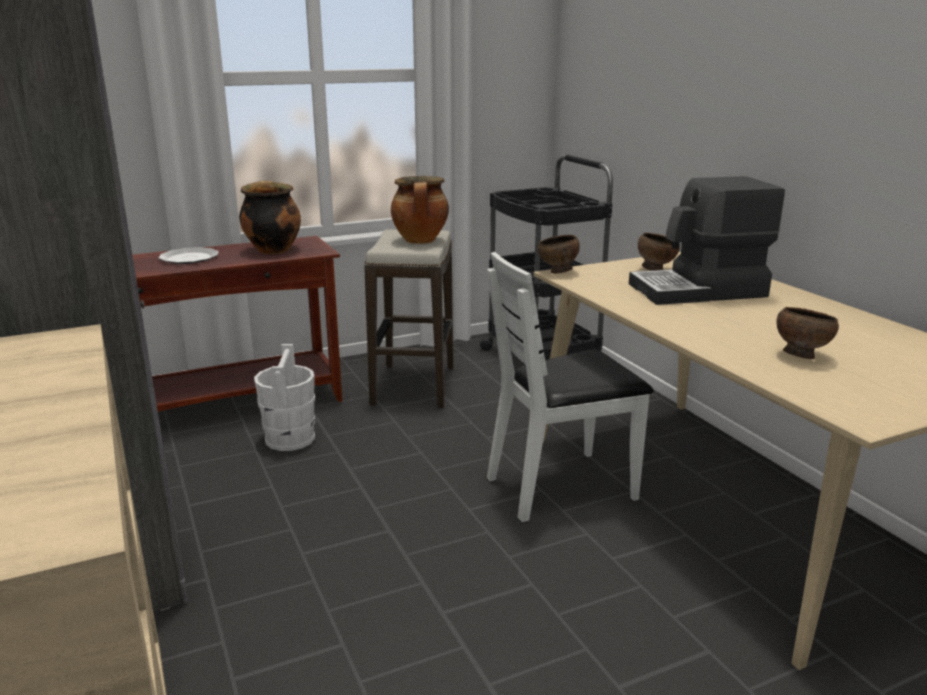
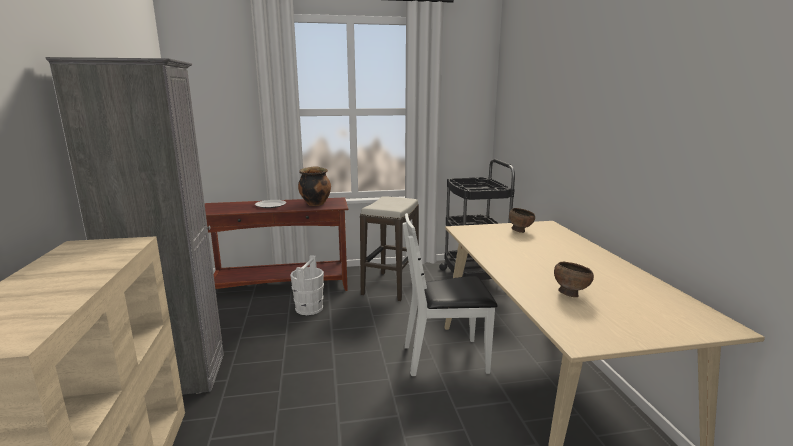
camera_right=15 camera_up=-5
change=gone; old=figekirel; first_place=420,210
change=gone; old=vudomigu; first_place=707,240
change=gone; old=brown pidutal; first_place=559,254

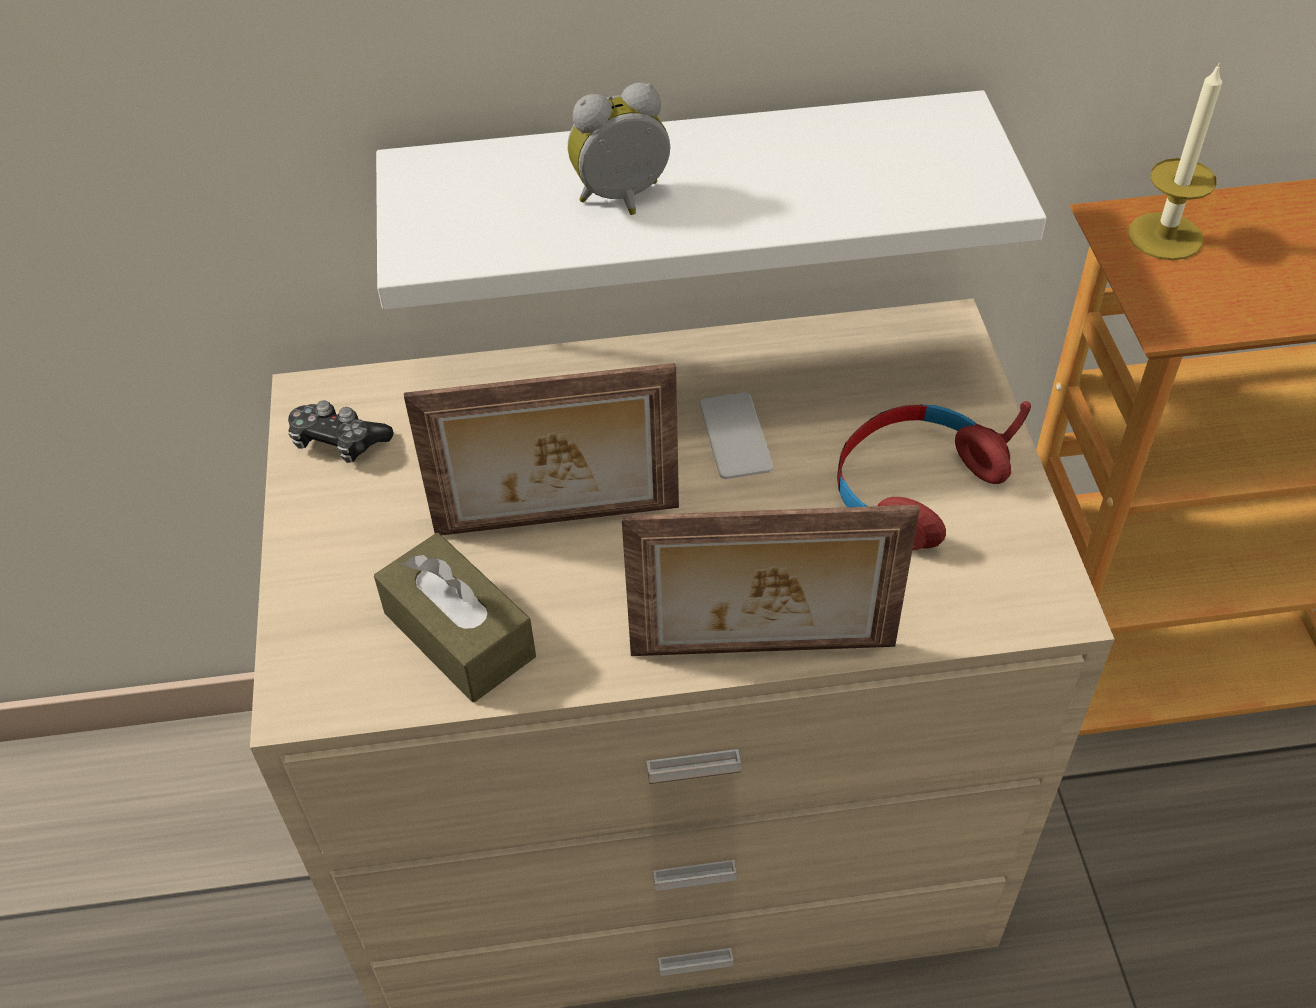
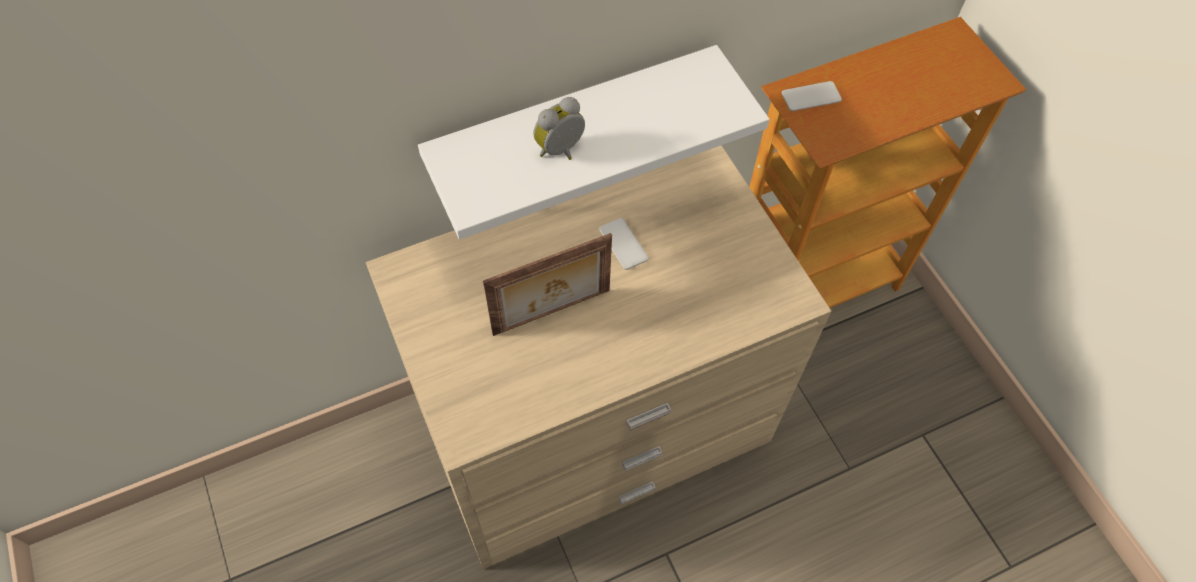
camera_right=-20 camera_up=10
change=swapped; old=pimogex; new=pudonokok; first_place=1175,161; second_place=812,96
change=gone; old=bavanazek; first_place=341,431
change=gone; old=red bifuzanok; first_place=934,475
change=gone; old=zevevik; first_place=770,580
change=gone; old=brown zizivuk; first_place=455,617

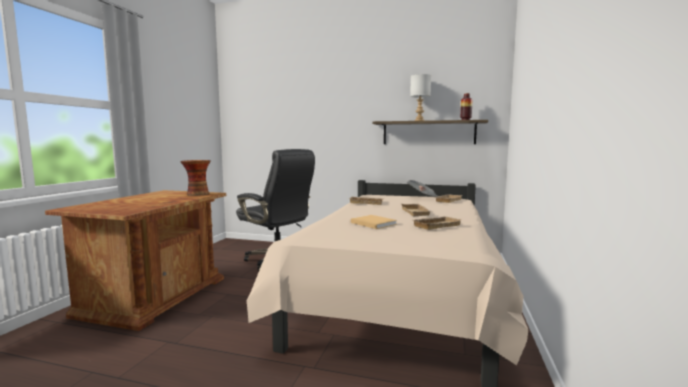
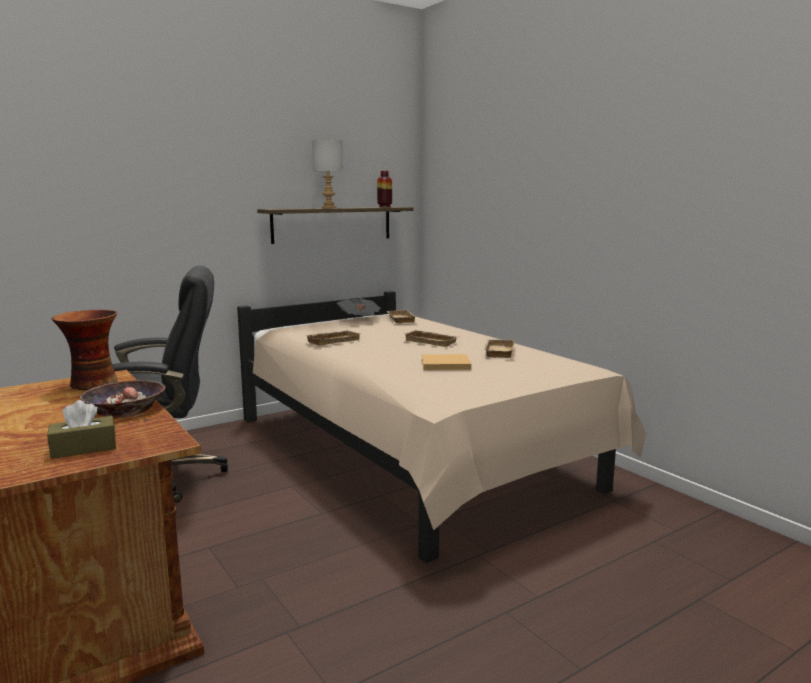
camera_right=-50 camera_up=5
change=new; new=pidutal; second_place=123,399
change=new; new=brown zizivuk; second_place=81,429

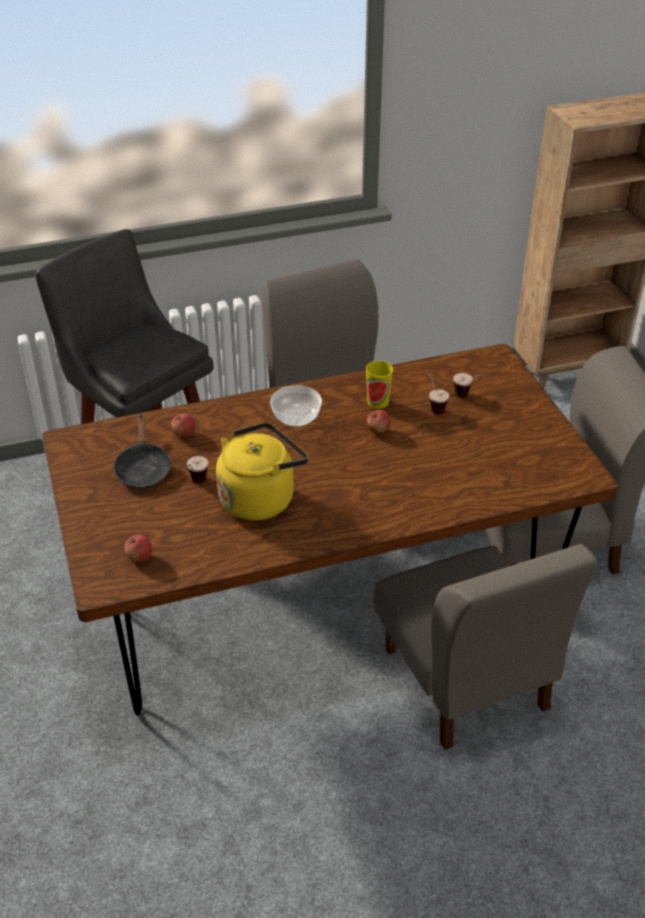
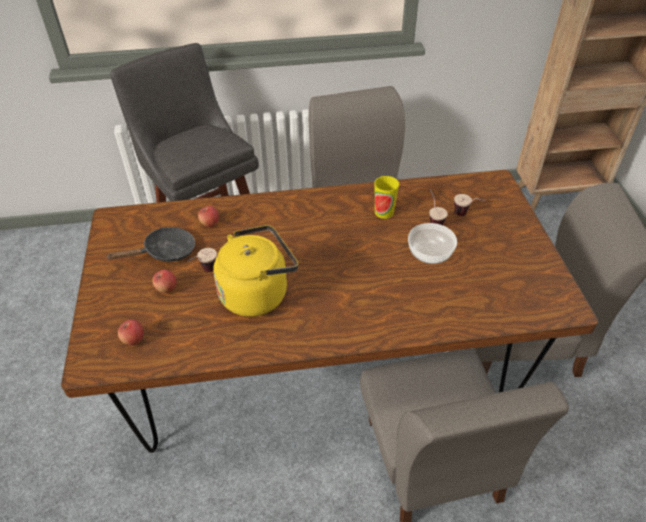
camera_right=10 camera_up=5
change=shifted; old=pidutal; first_place=296,406; second_place=432,243
change=shifted; old=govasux; first_place=379,422; second_place=165,281
change=rotated; old=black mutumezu; first_place=142,451; second_place=150,244; degrees=-120

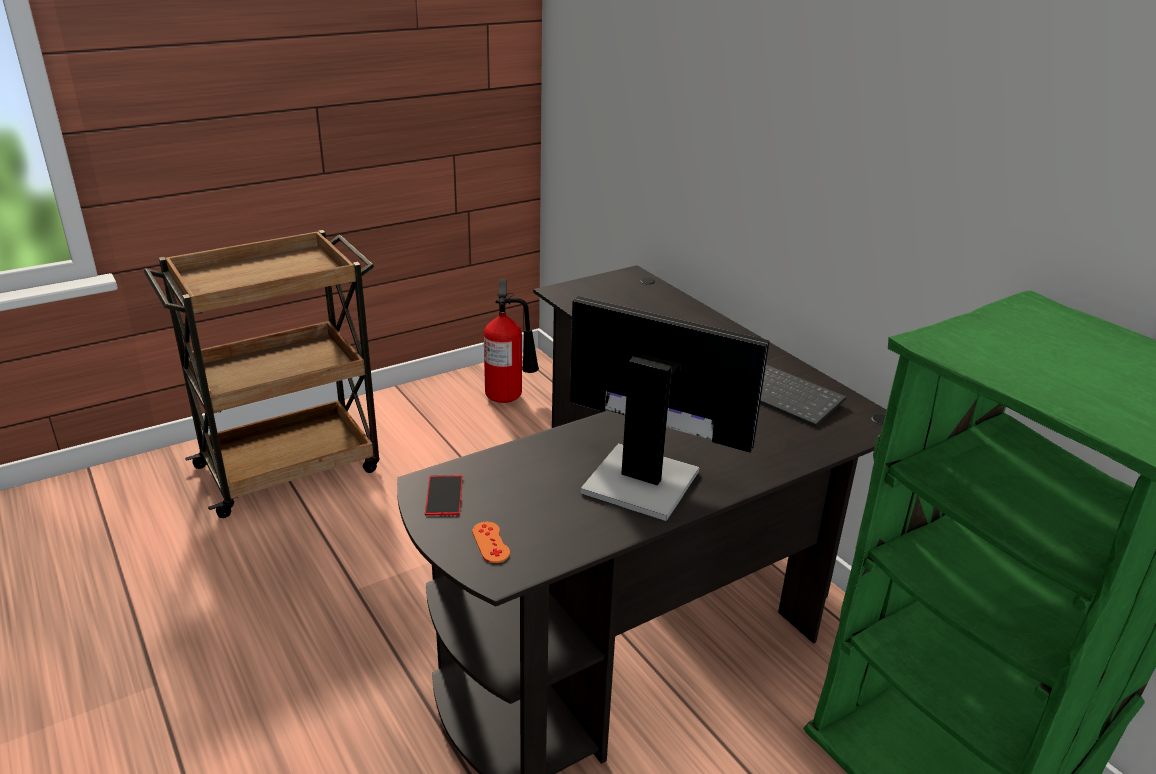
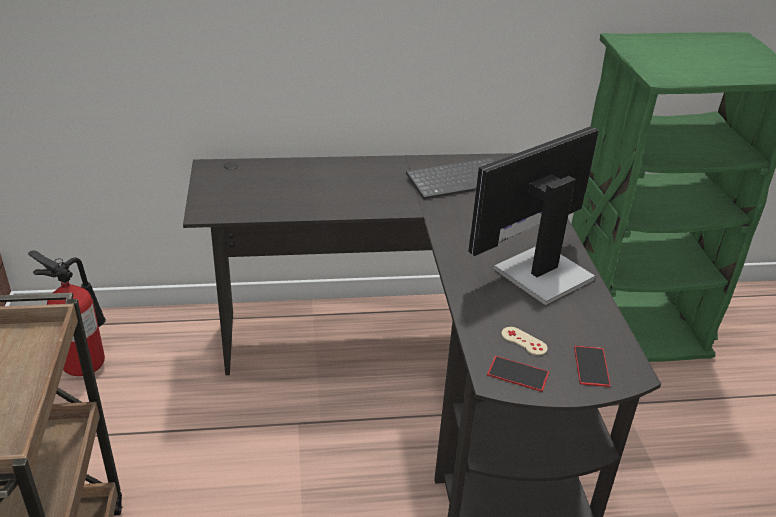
camera_right=-65 camera_up=5
change=swapped; old=orange bavanazek; new=pudonokok; first_place=491,542; second_place=592,366
change=new; new=beige bavanazek; second_place=524,341

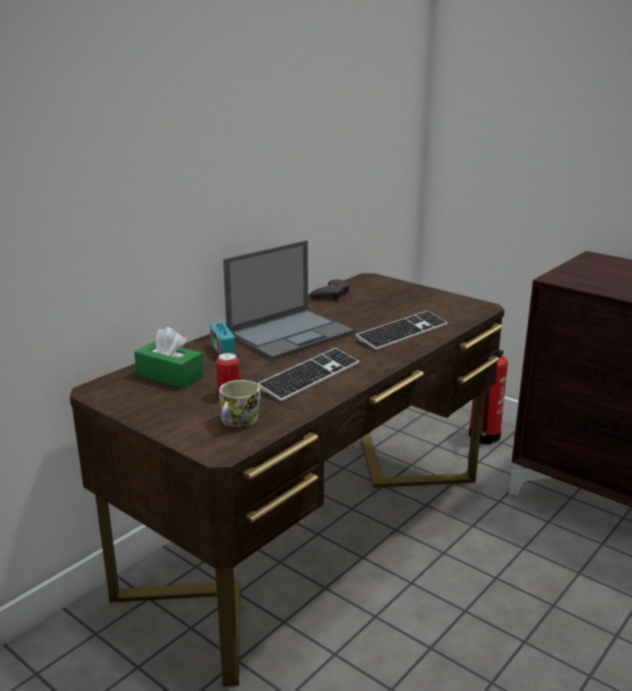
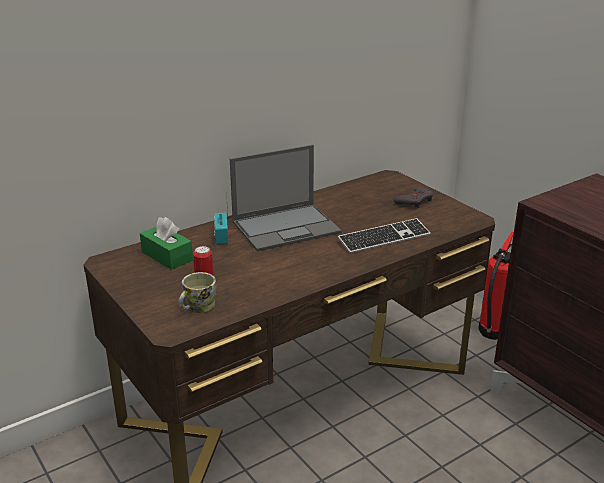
camera_right=15 camera_up=5
change=shifted; old=grey bavanazek; first_place=330,289; second_place=413,197
change=gone; old=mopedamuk; first_place=308,375

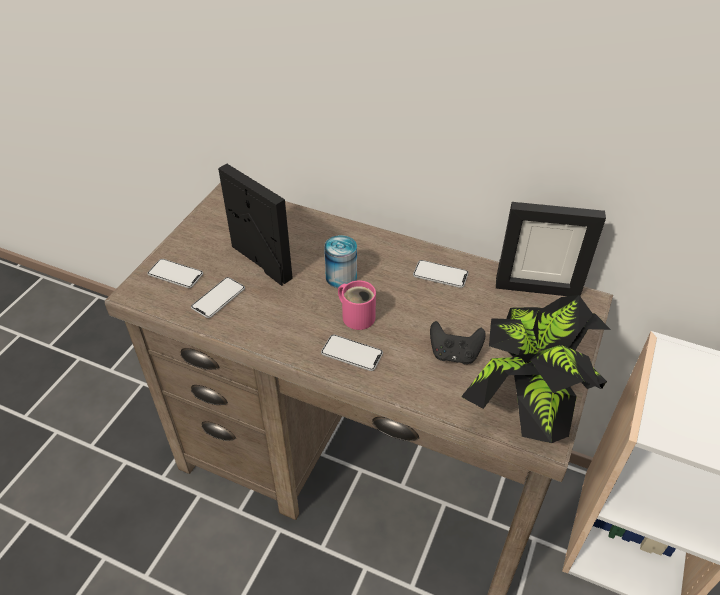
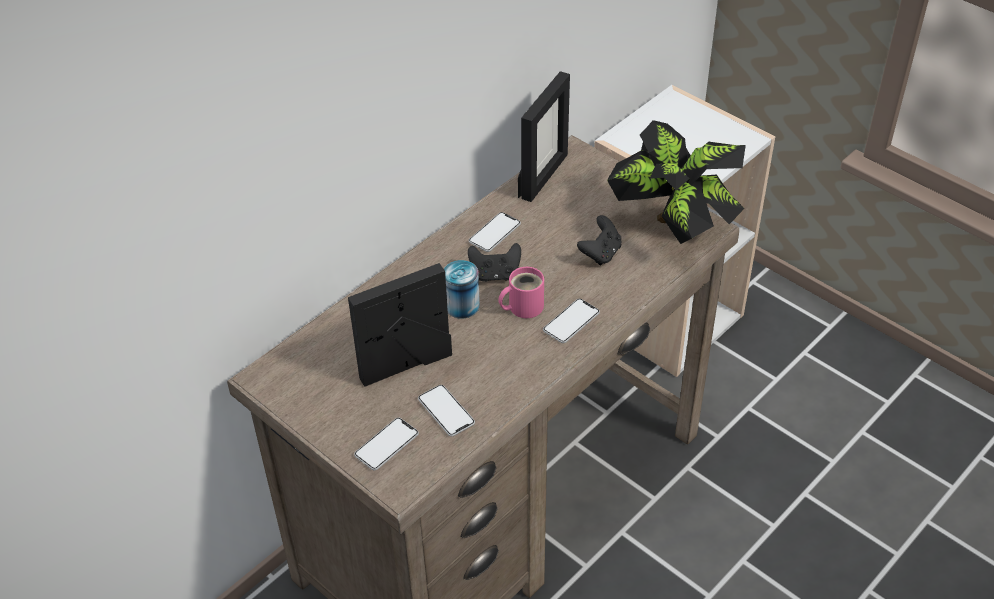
camera_right=-70 camera_up=0
change=new; new=black bavanazek; second_place=494,262

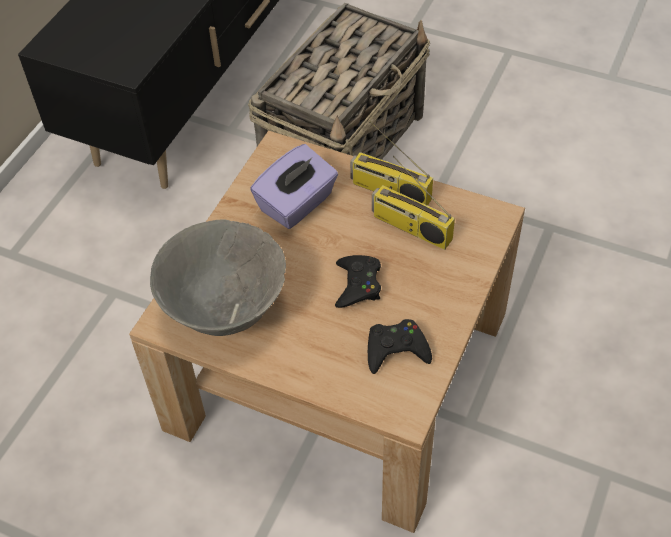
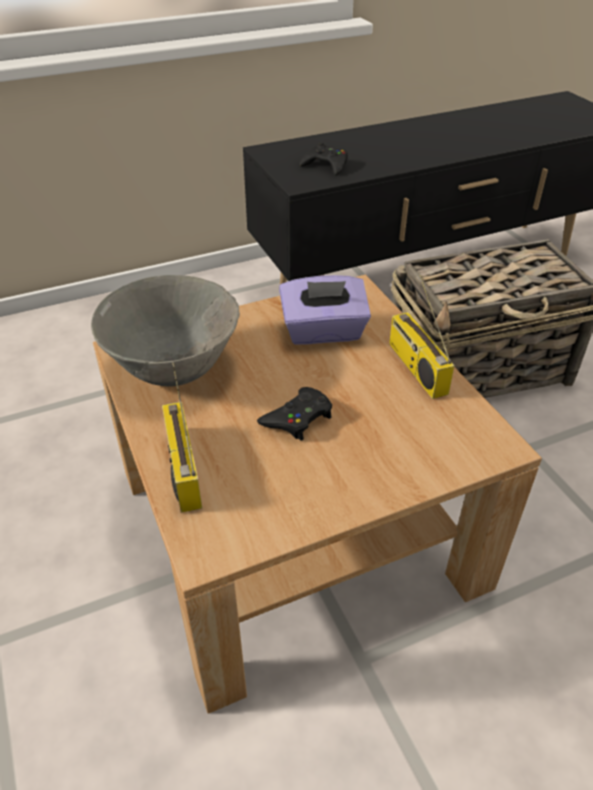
camera_right=40 camera_up=-10
change=shifted; old=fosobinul; first_place=413,203; second_place=182,438
change=shifted; old=black bavanazek; first_place=400,346; second_place=323,159

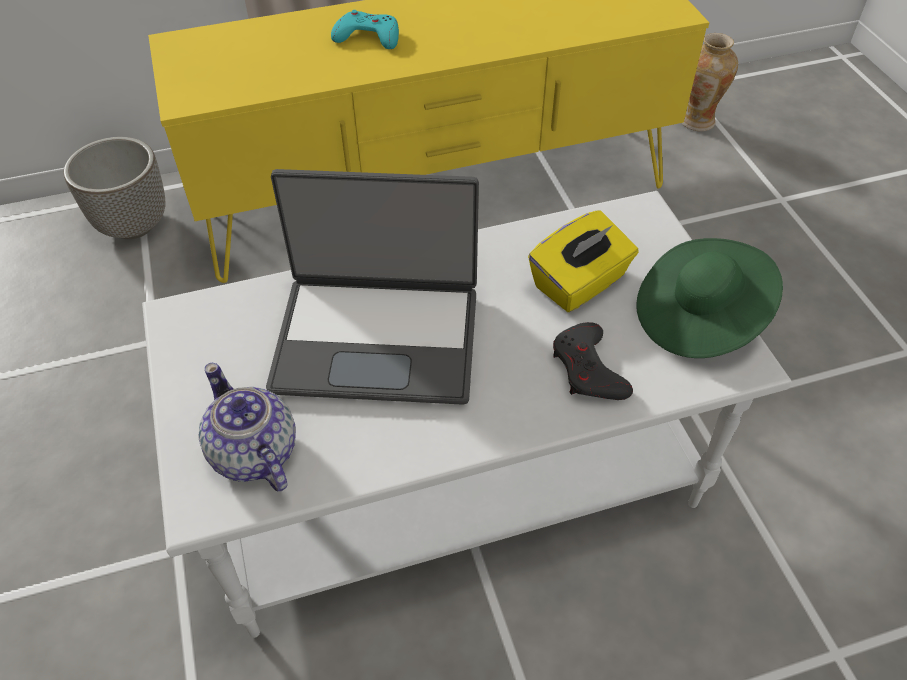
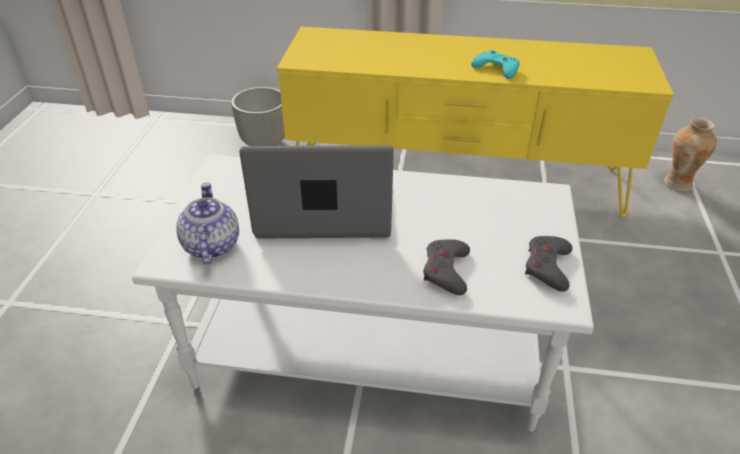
camera_right=25 camera_up=-10
change=shifted; old=turquoise bavanazek; first_place=365,29; second_place=495,64
change=rotated; old=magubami; first_place=372,287; second_place=316,192; degrees=150
change=gone; old=yellow zizivuk; first_place=583,261
change=swapped; old=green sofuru; new=grey bavanazek; first_place=709,298; second_place=549,264

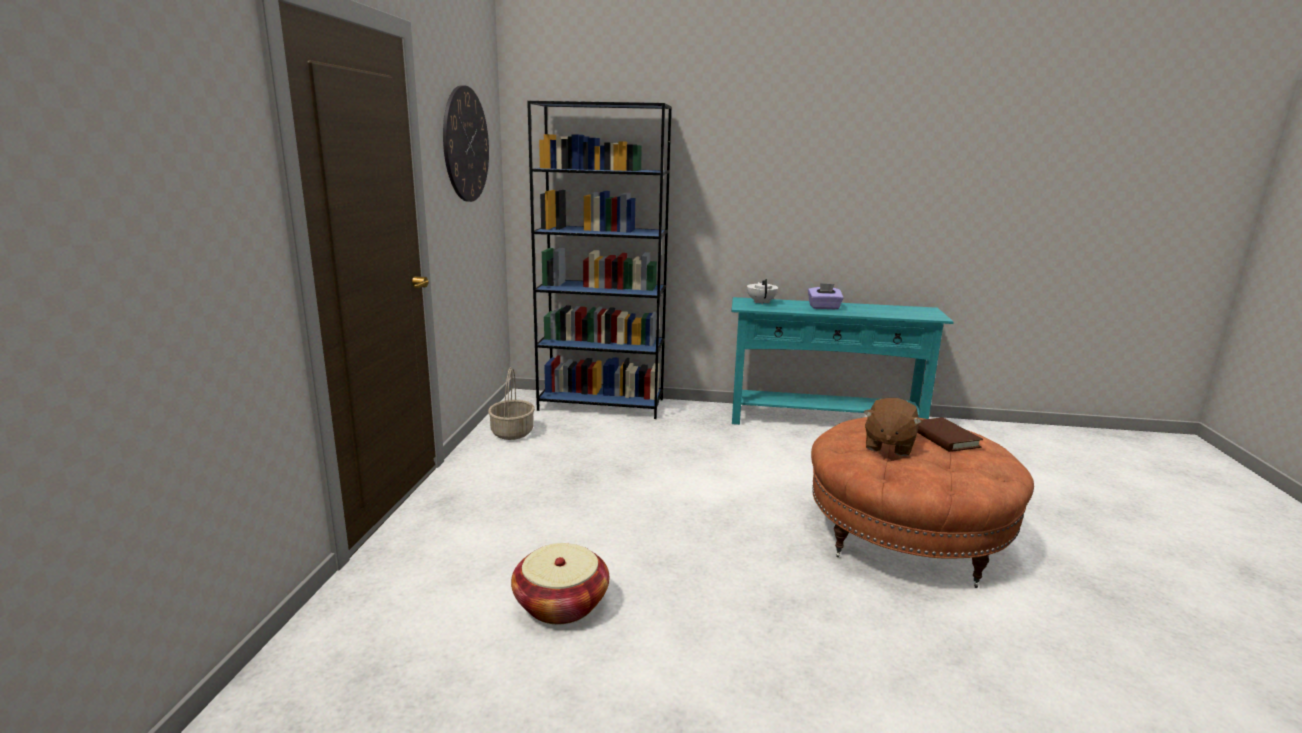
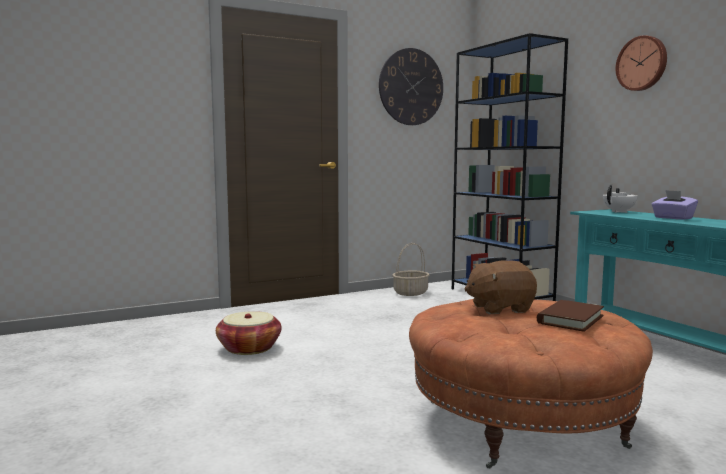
camera_right=55 camera_up=-10
change=new; new=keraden; second_place=641,63

